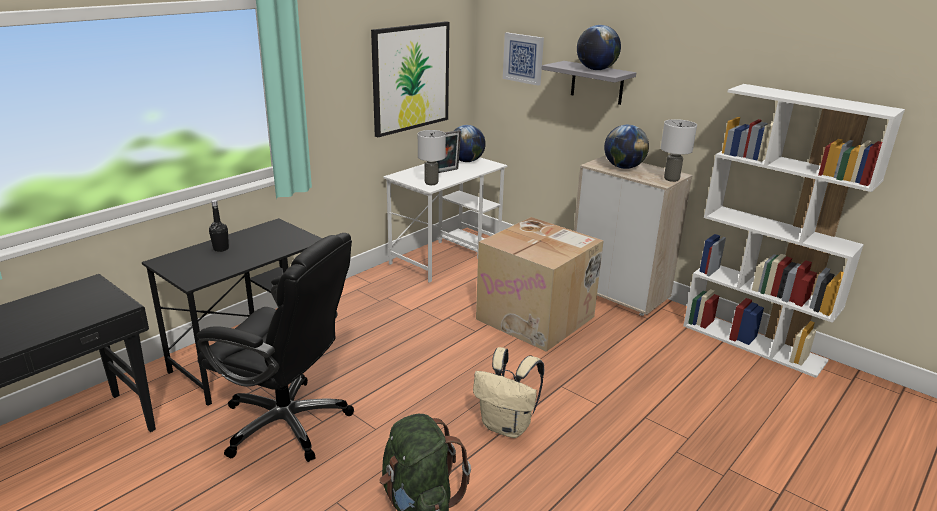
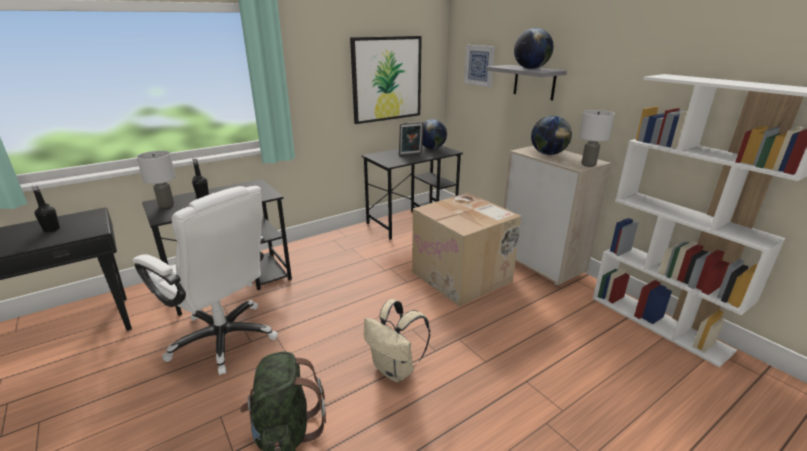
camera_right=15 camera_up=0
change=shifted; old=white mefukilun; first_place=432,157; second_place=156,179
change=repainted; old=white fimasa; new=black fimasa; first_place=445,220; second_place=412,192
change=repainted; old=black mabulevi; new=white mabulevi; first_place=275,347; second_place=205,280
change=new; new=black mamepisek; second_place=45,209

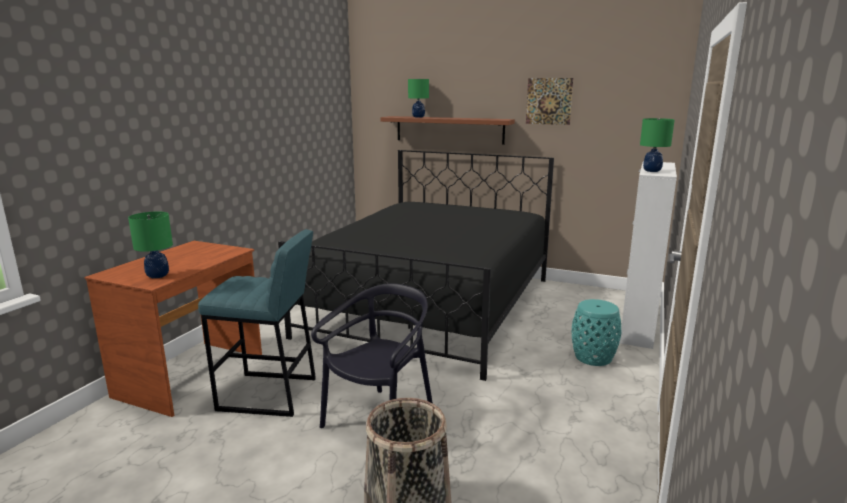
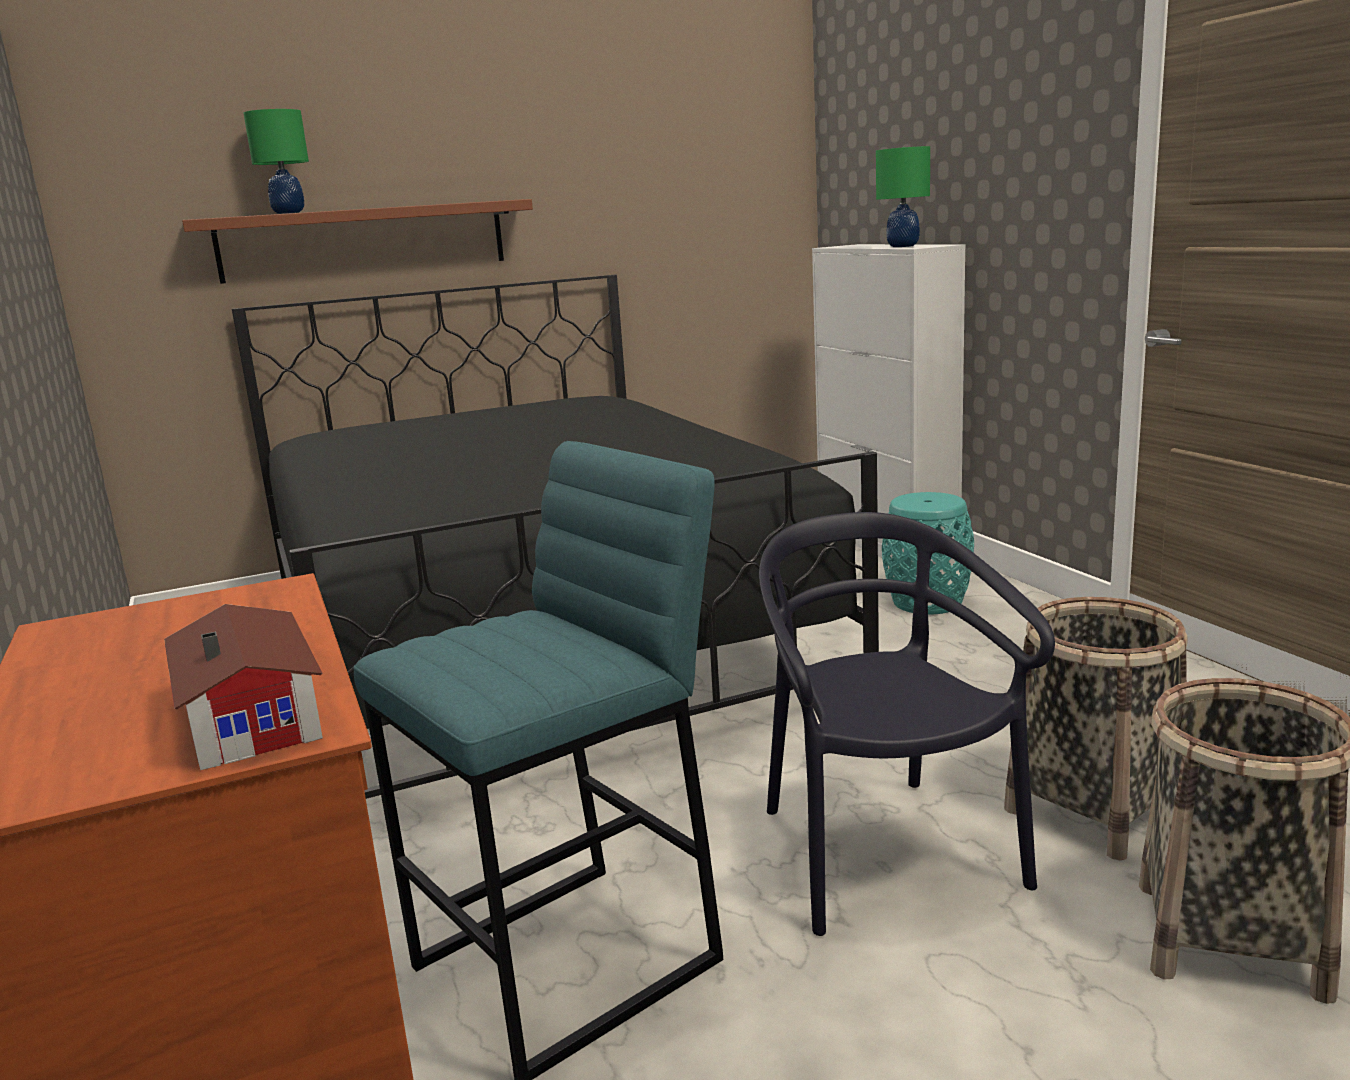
camera_right=-45 camera_up=0
change=gone; old=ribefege; first_place=549,101
change=swapped; old=green mefukilun; new=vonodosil; first_place=150,245; second_place=243,687
change=new; new=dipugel; second_place=1096,728

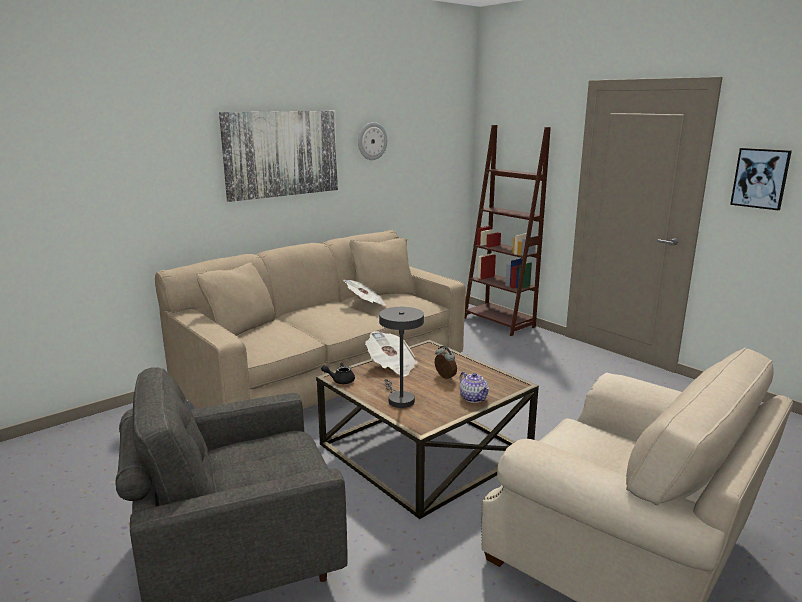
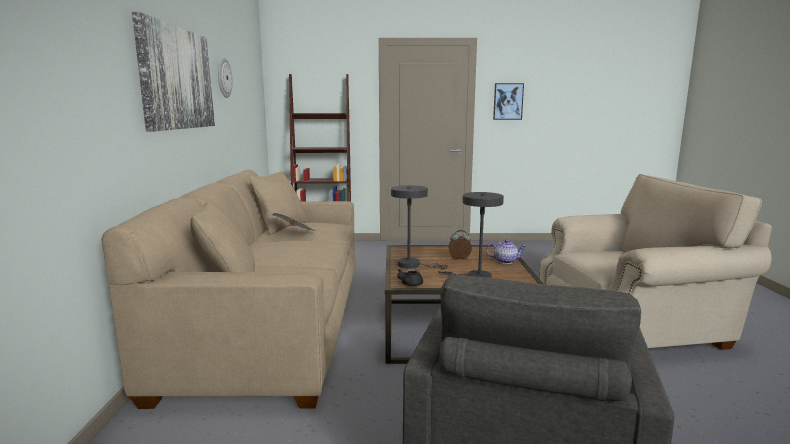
camera_right=-50 camera_up=-5
change=swapped; old=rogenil; new=grey mefukilun; first_place=391,354; second_place=419,227

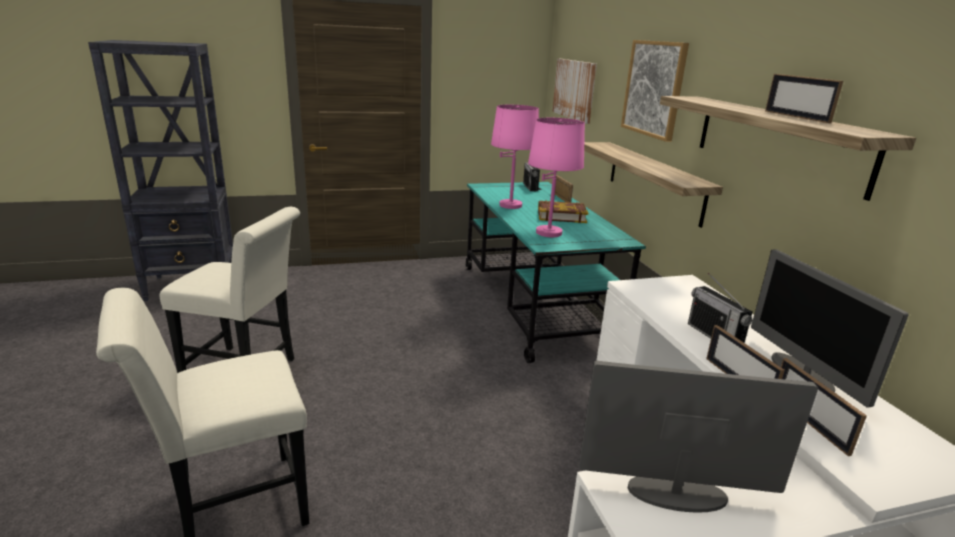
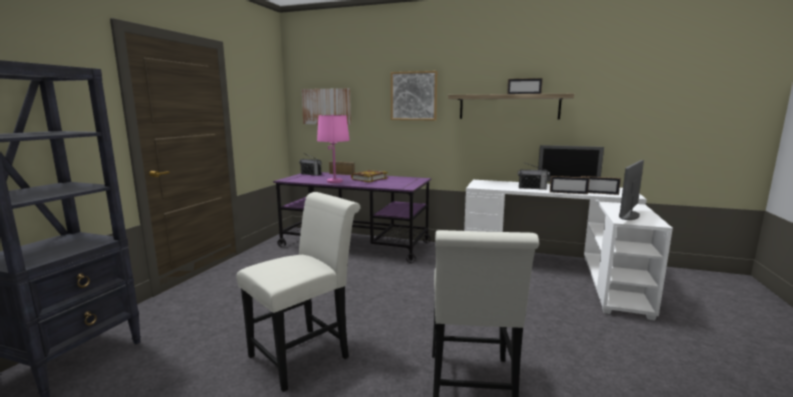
camera_right=-55 camera_up=-10
change=gone; old=pink mefukilun; first_place=556,177
change=gone; old=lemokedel; first_place=653,185
change=repainted; old=turquoise fimasa; new=purple fimasa; first_place=556,272; second_place=352,217

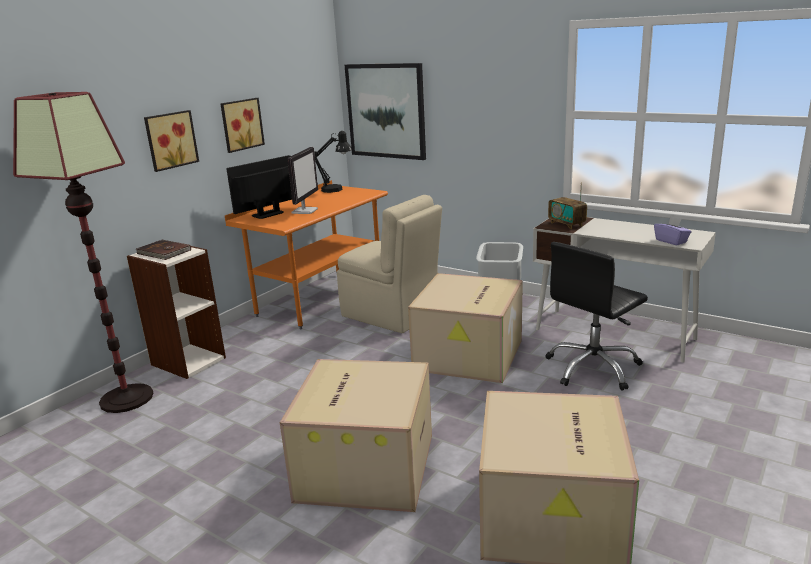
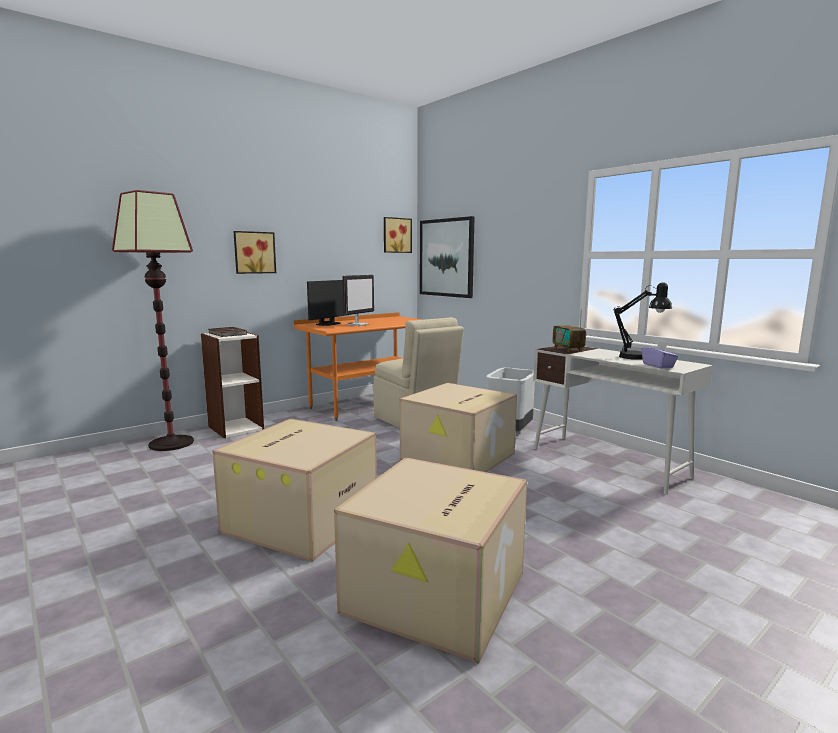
camera_right=15 camera_up=-10
change=shifted; old=ribefege; first_place=243,125; second_place=398,235
change=shifted; old=black mefukilun; first_place=333,162; second_place=642,321
change=rotated; old=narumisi; first_place=259,187; second_place=327,303; degrees=150
change=gone; old=black mabulevi; first_place=596,316

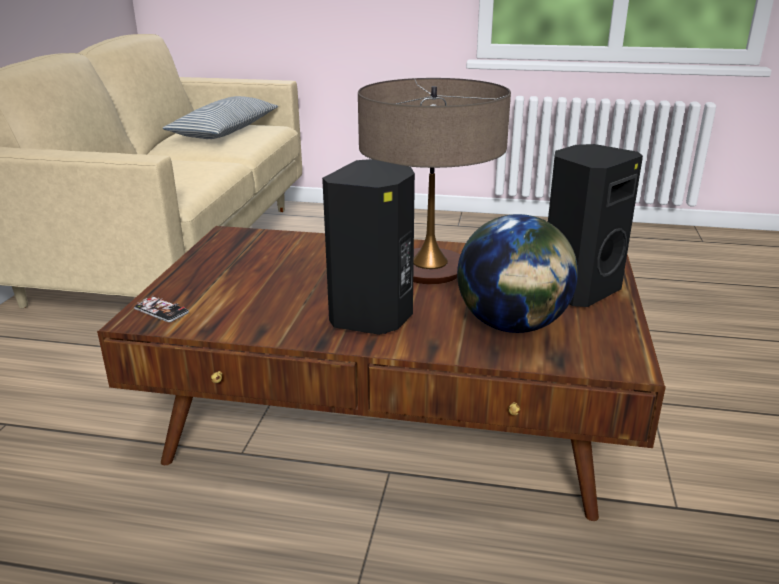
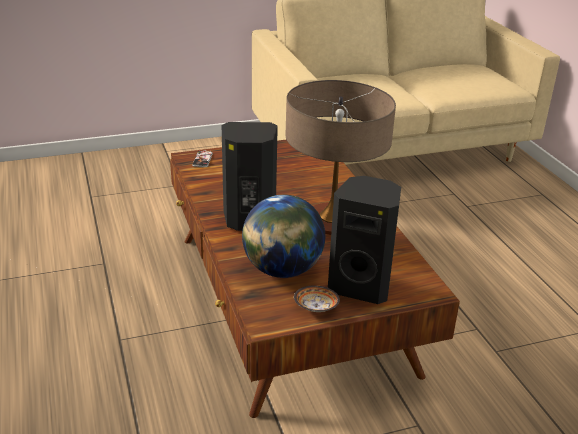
camera_right=60 camera_up=5
change=gone; old=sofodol; first_place=220,117
change=new; new=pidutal; second_place=317,298

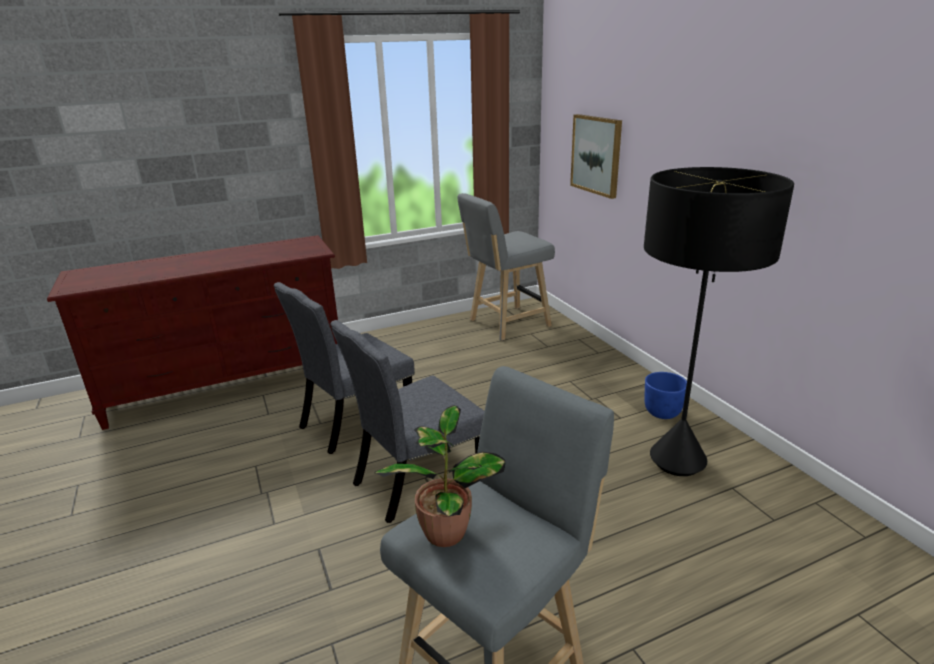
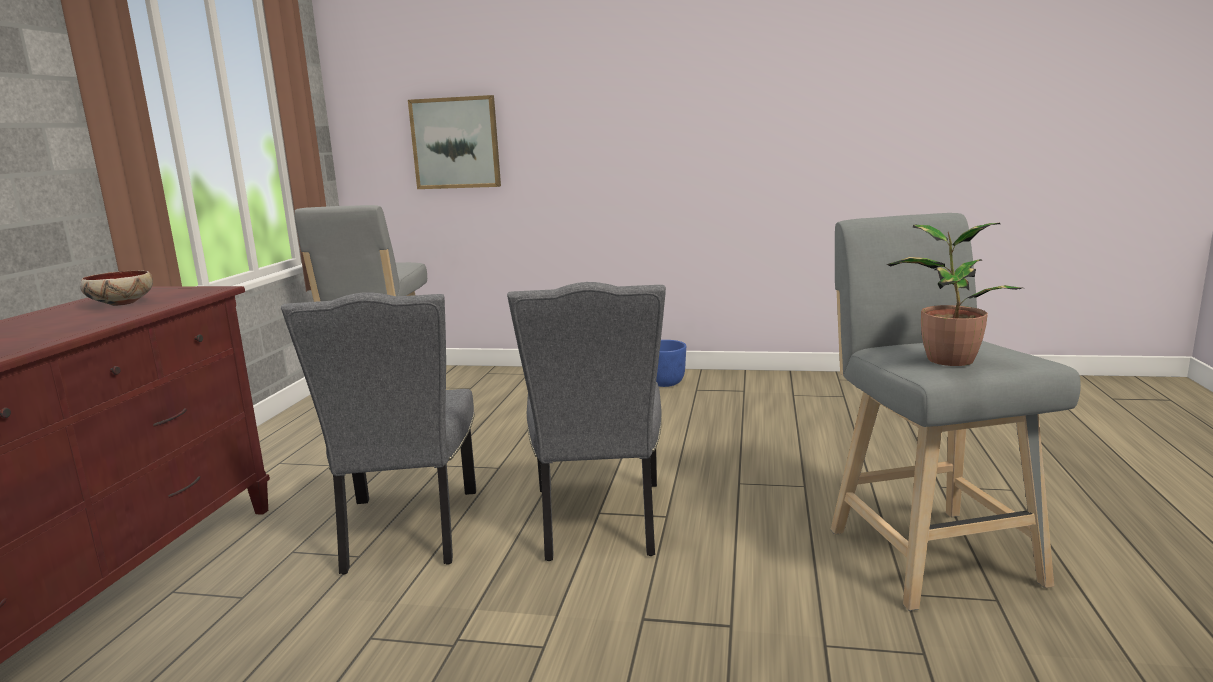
camera_right=-55 camera_up=-10
change=gone; old=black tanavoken; first_place=719,321
change=new; new=pidutal; second_place=116,288

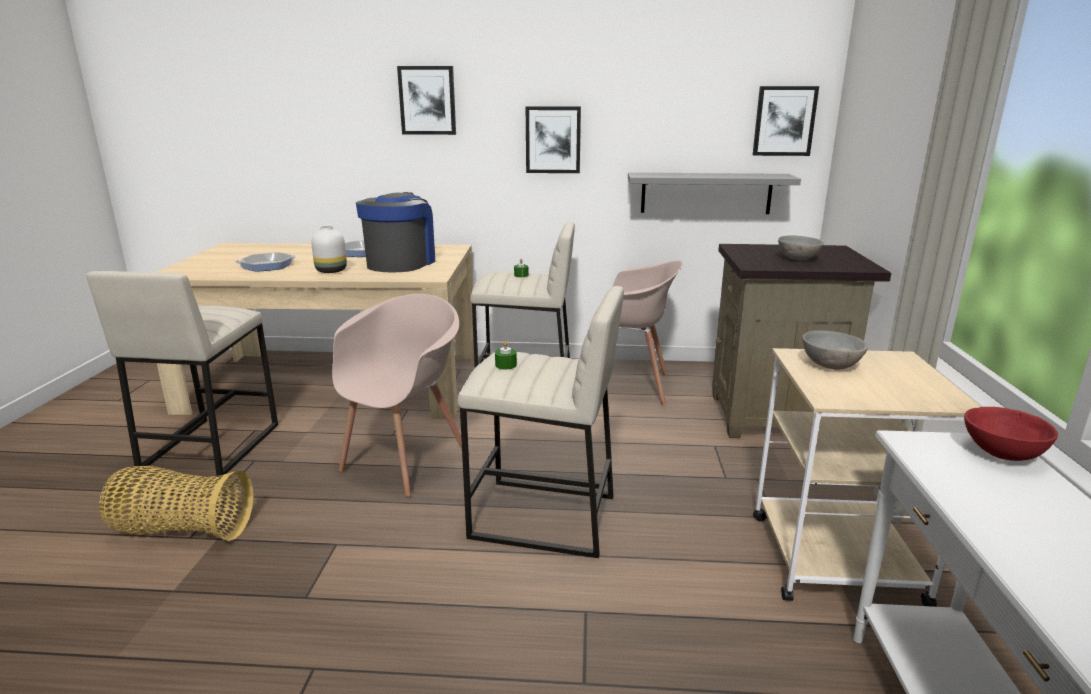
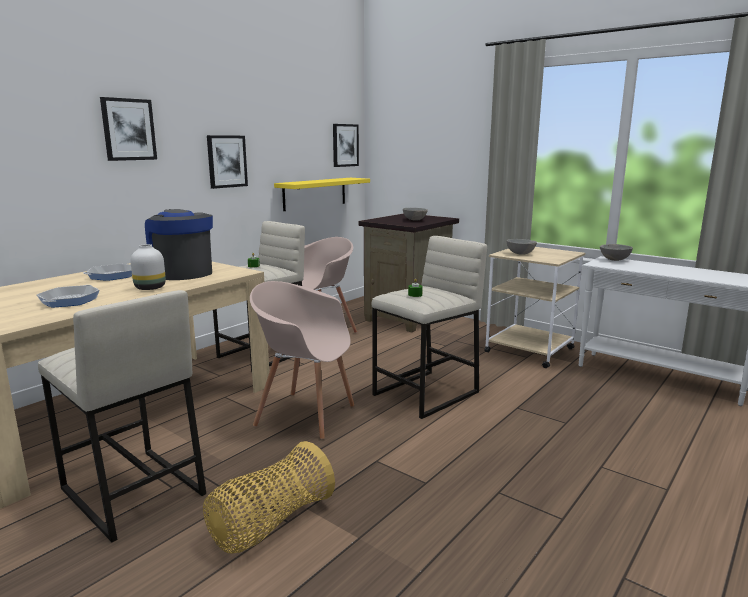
camera_right=-55 camera_up=-5
change=repainted; old=grey lemokedel; new=yellow lemokedel; first_place=714,193; second_place=322,194
change=rotated; old=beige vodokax; first_place=401,395; second_place=302,360; degrees=-45
change=repainted; old=red pidutal; new=grey pidutal; first_place=1011,434; second_place=616,252

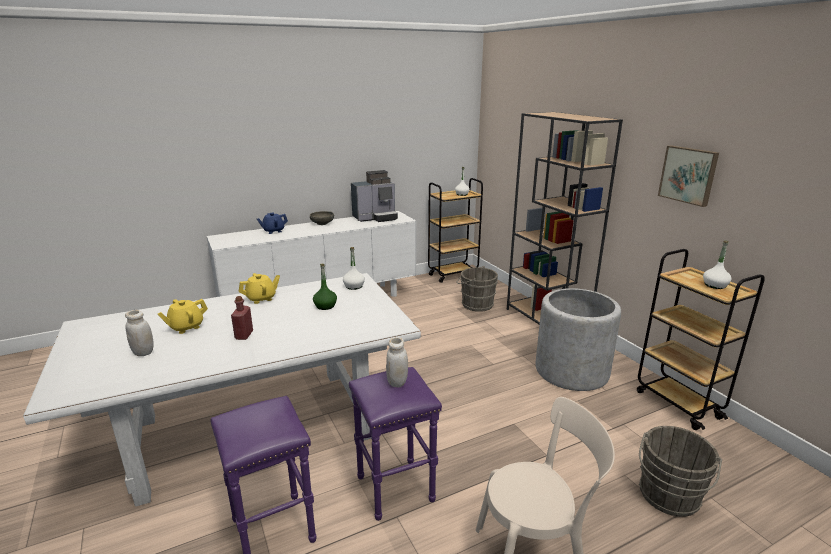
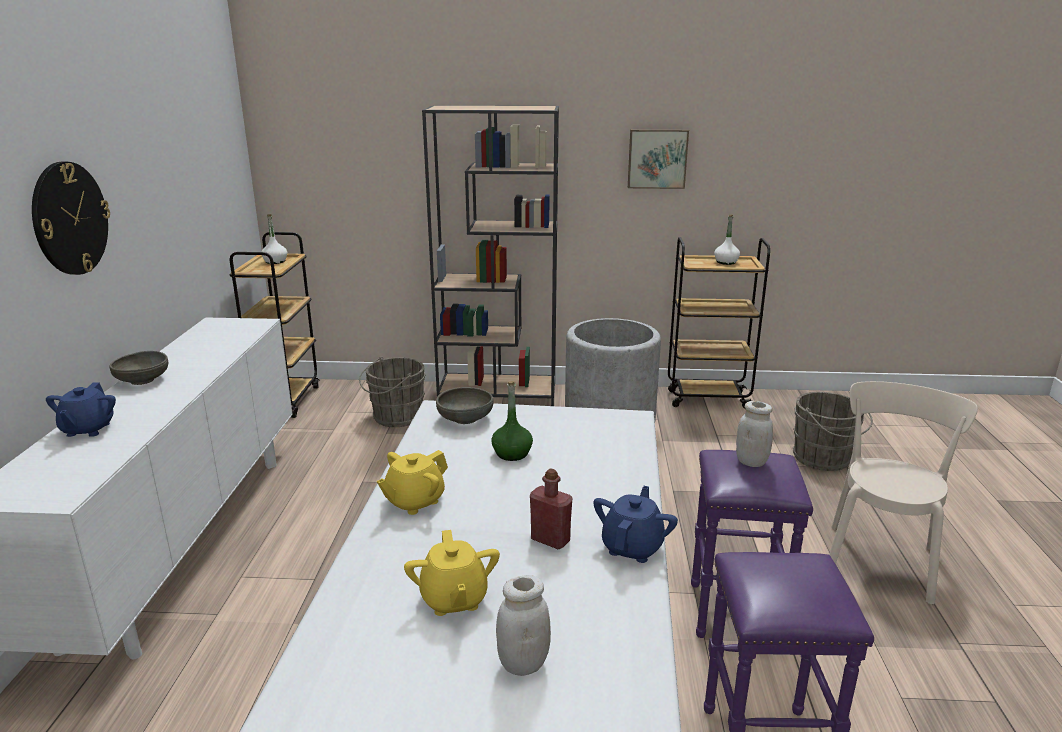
camera_right=-60 camera_up=0
change=gone; old=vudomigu; first_place=374,196
change=swapped; old=white mamepisek; new=grey pidutal; first_place=354,268; second_place=464,405
change=rotated; old=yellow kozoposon; first_place=259,288; second_place=412,482; degrees=-135
change=new; new=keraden; second_place=71,218
change=new; new=blue kozoposon; second_place=635,524

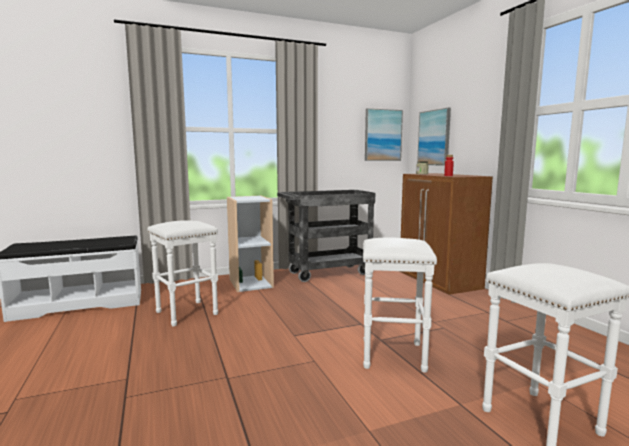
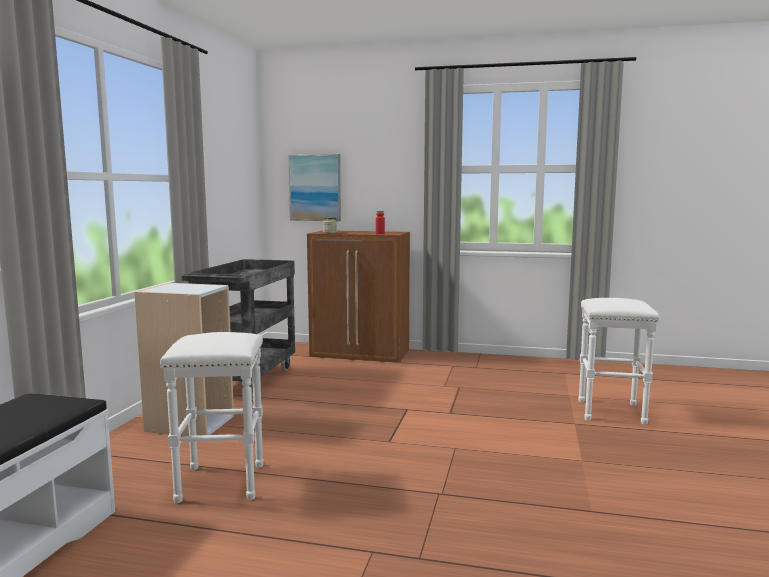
camera_right=-55 camera_up=0
change=gone; old=ribefege; first_place=384,134
change=gone; old=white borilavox; first_place=400,305

